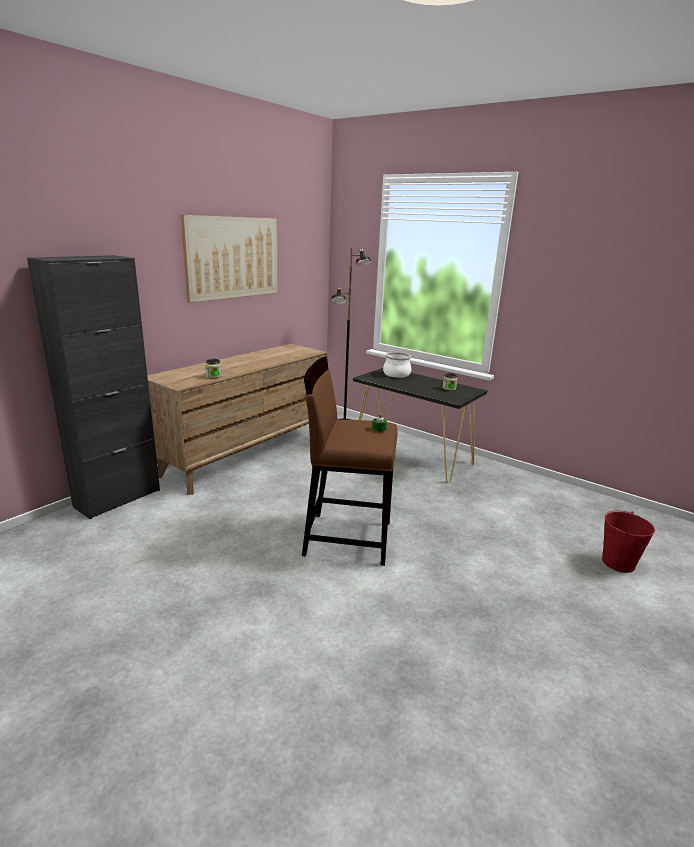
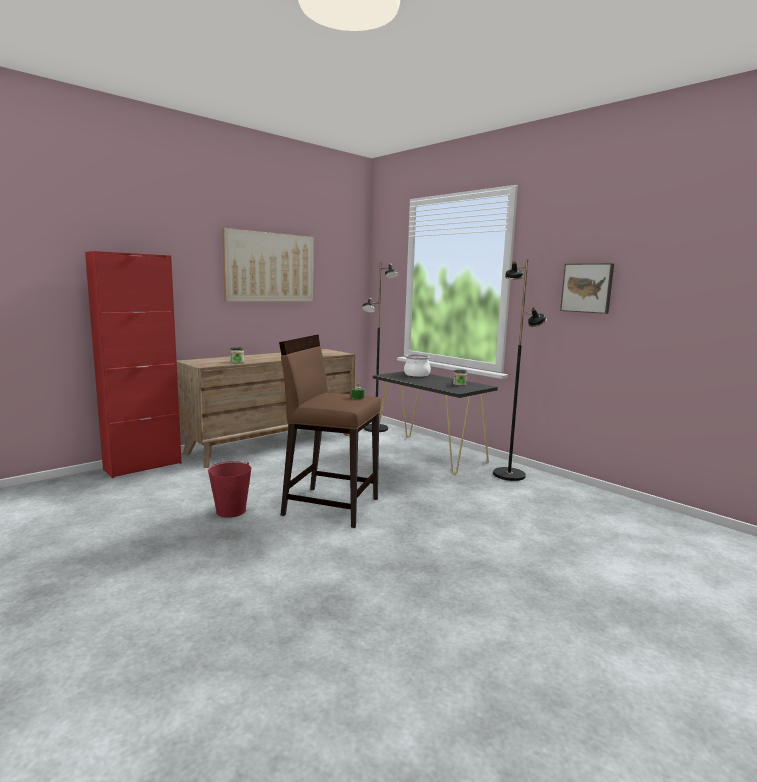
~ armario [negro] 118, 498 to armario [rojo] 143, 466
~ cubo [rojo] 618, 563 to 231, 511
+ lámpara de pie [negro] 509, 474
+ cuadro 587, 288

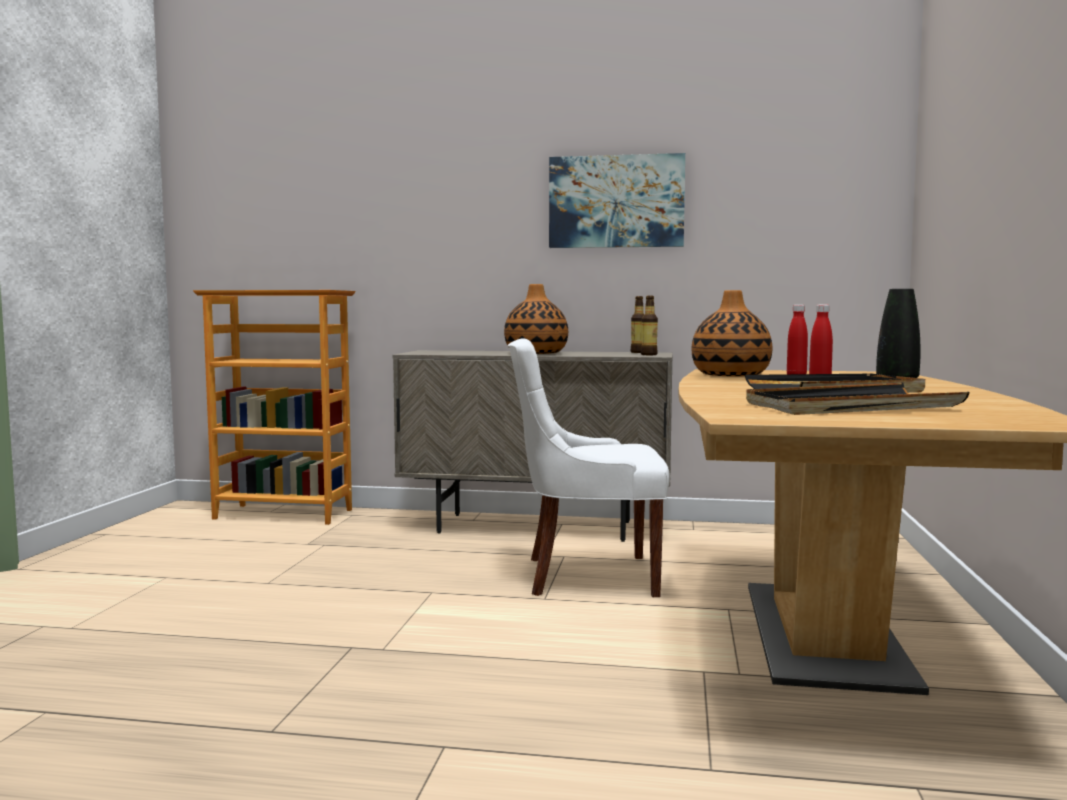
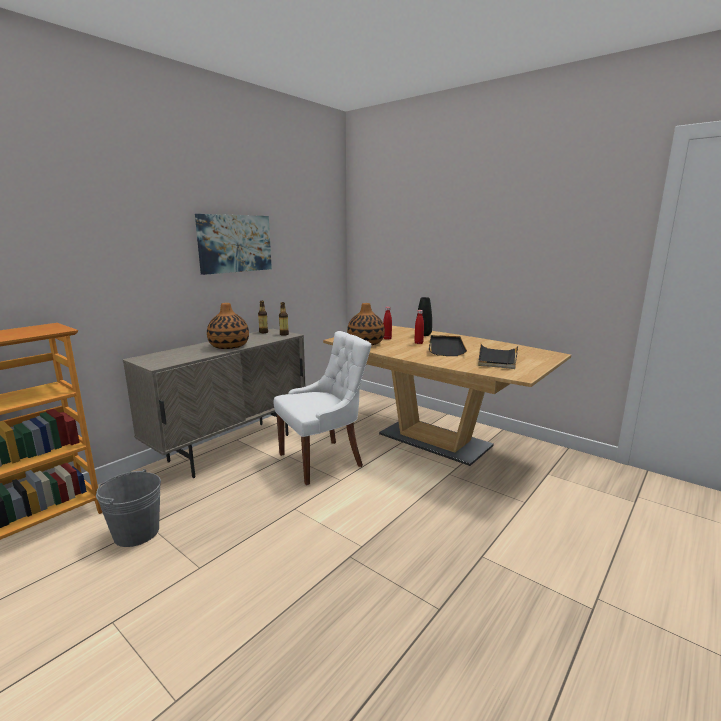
~ silla [blanco] 586, 576 = 323, 460 150 degrees counterclockwise
+ cubo [gris] 136, 533

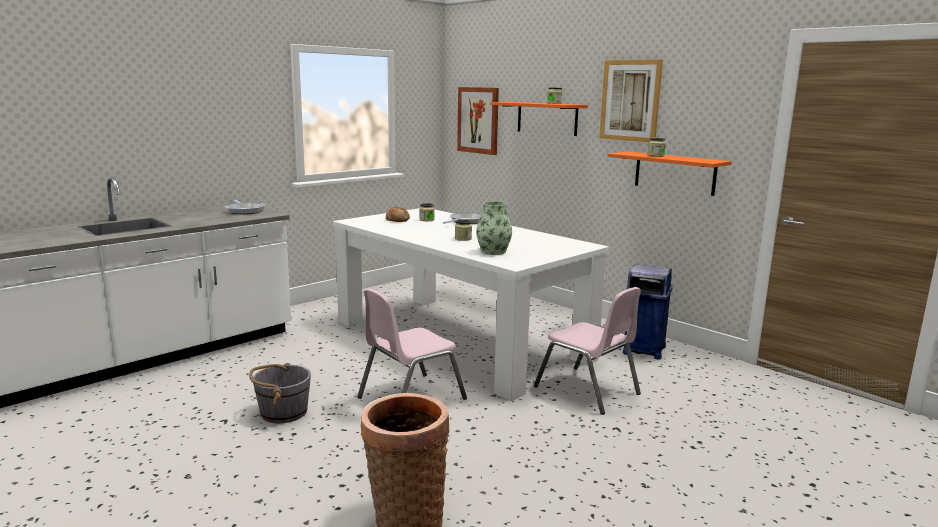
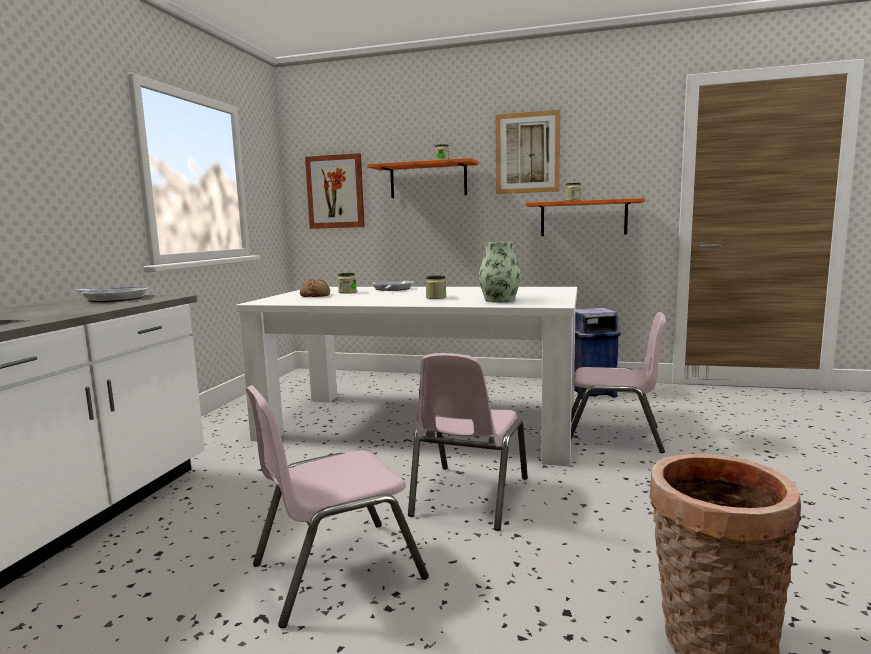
~ cubo [gris] 283, 412 to silla [rosa] 336, 570

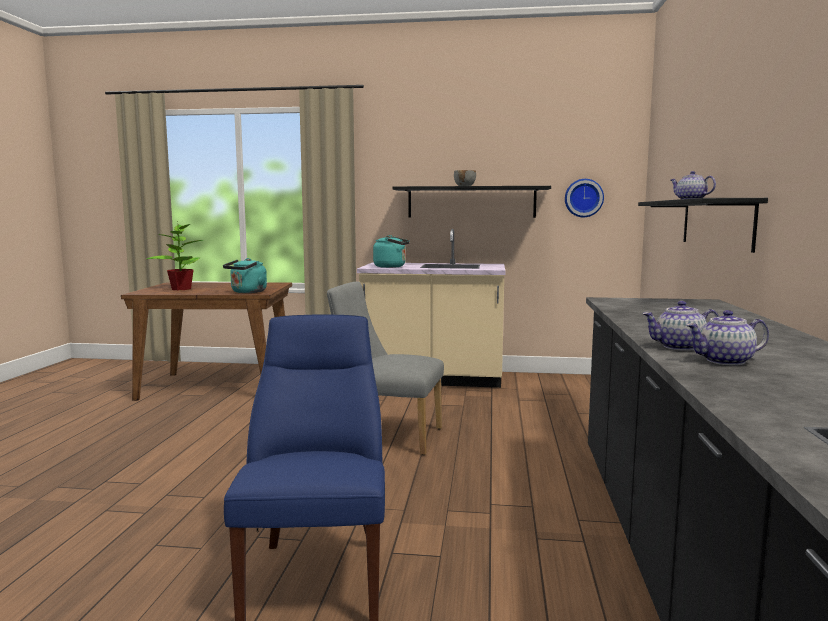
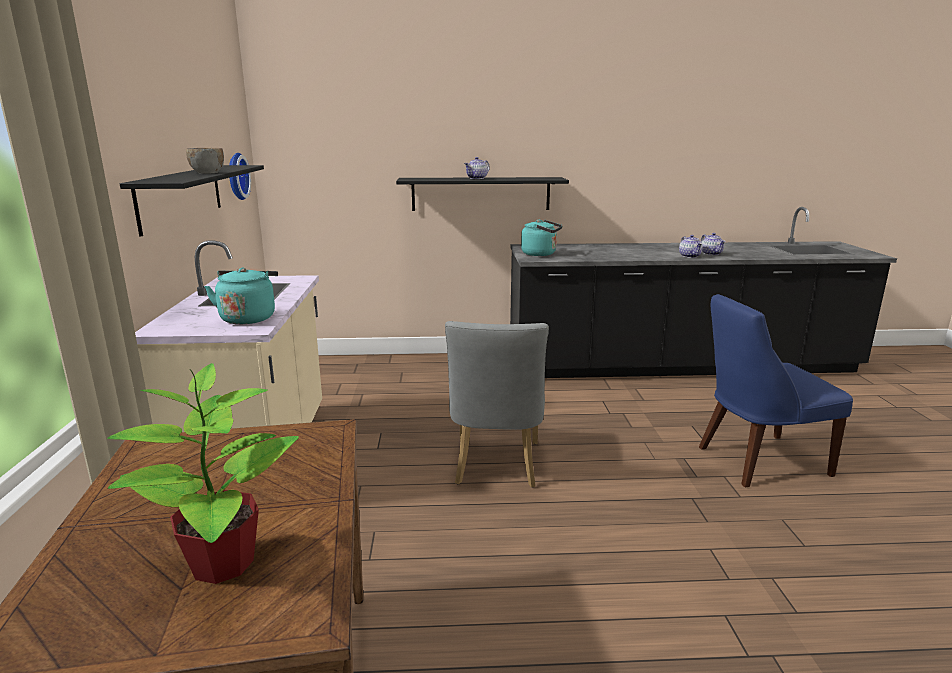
~ hervidor [turquesa] 247, 292 to 541, 254

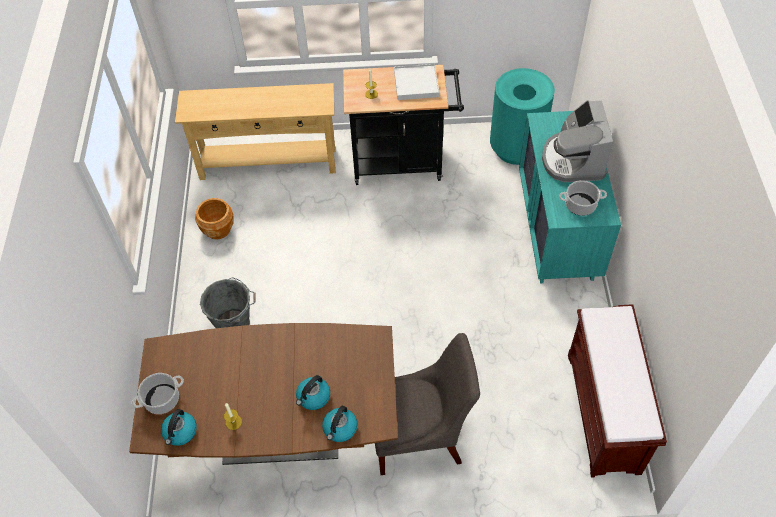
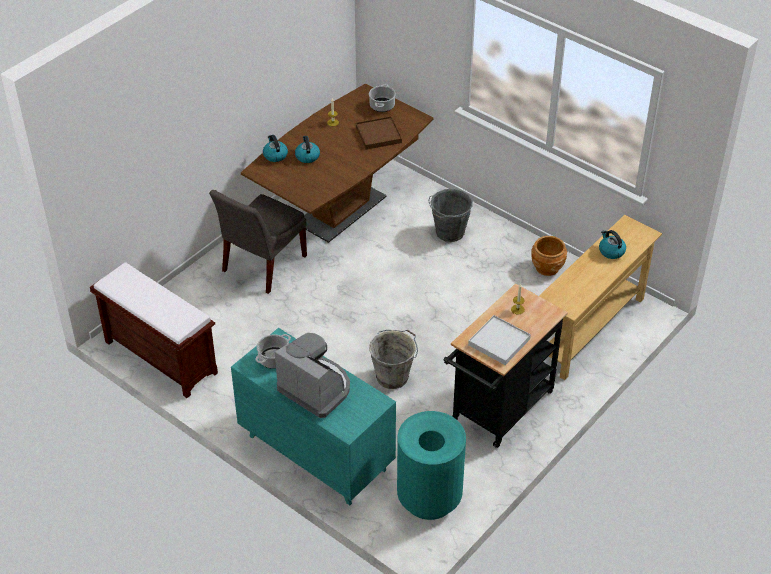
~ hervidor 180, 432 to 611, 251
+ bandeja [marrón] 378, 135
+ cubo [gris] 393, 376

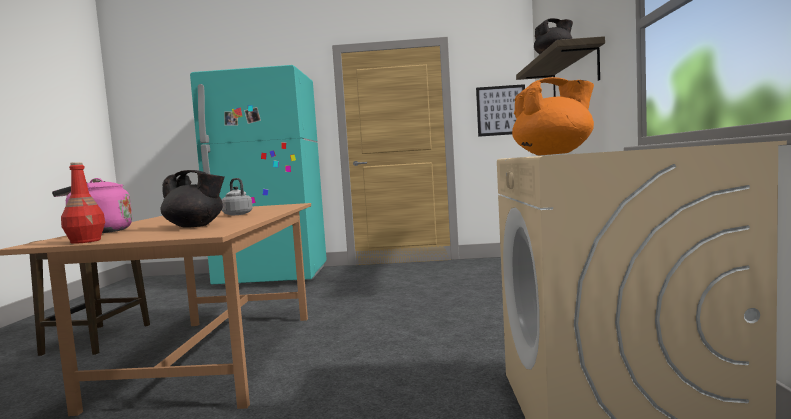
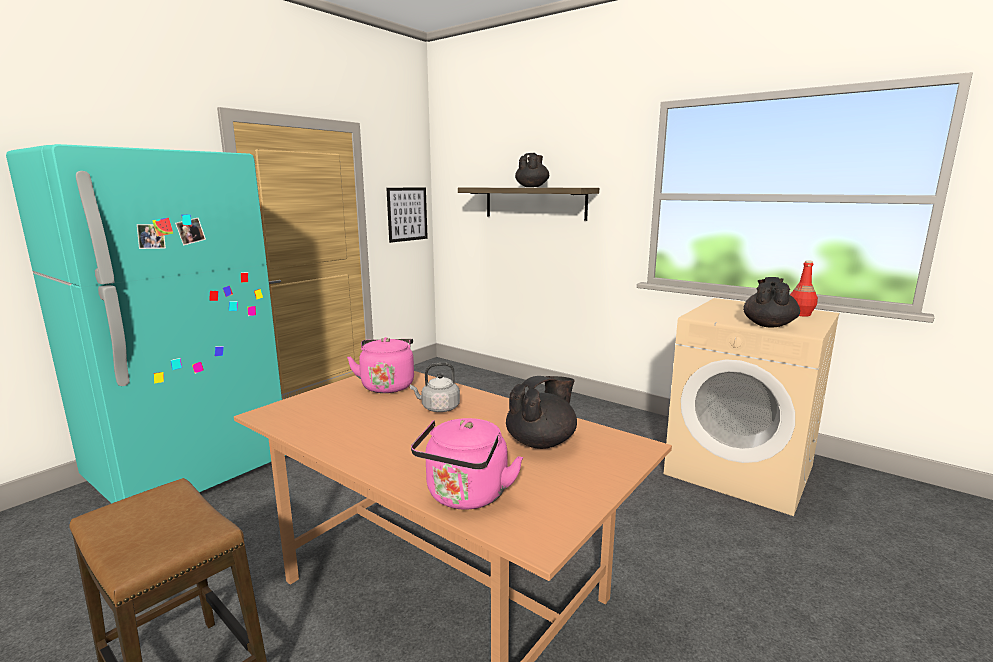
~ tetera [naranja] 554, 154 to tetera [negro] 768, 325
~ botella [rojo] 86, 241 to 800, 314
+ hervidor [rosa] 387, 385

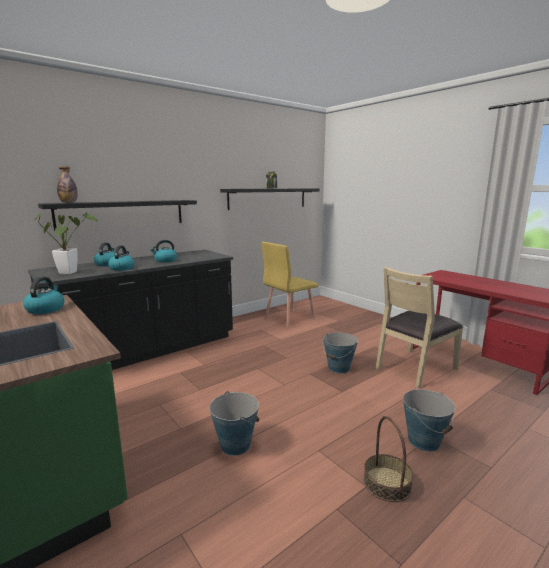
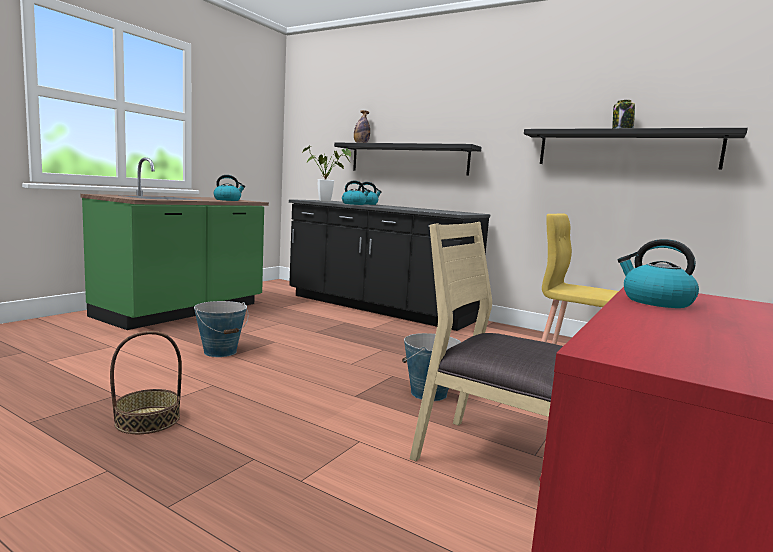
~ hervidor 165, 260 to 655, 301
- cubo 424, 441

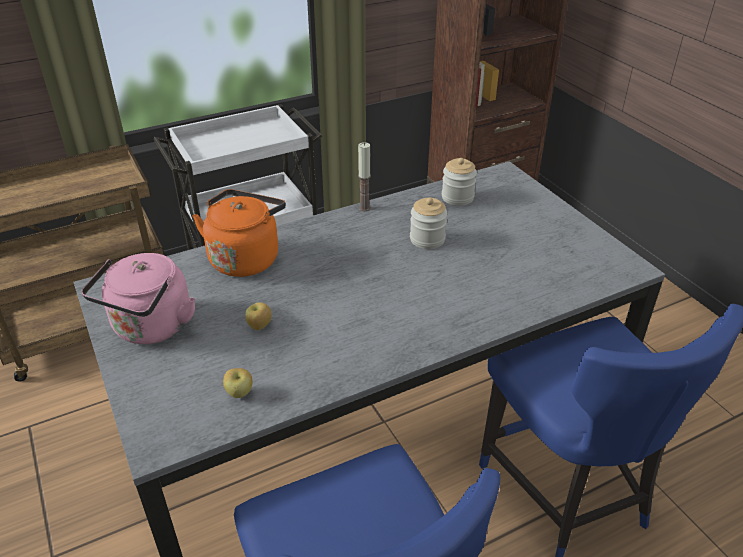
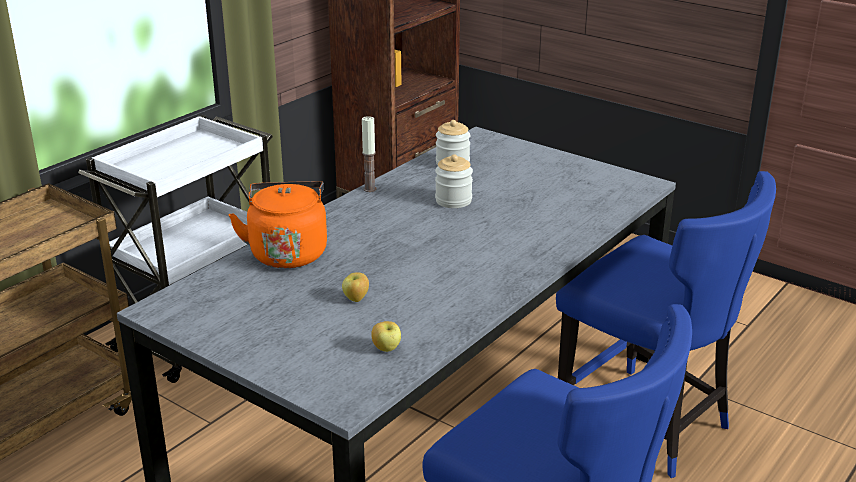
- hervidor [rosa] 151, 328

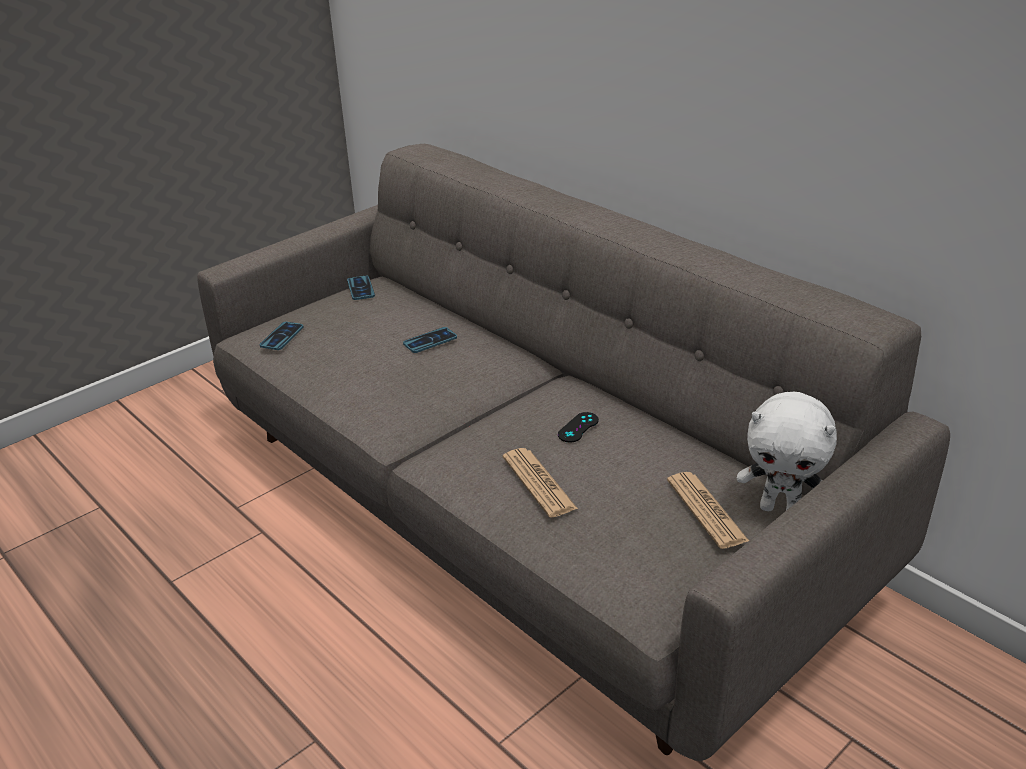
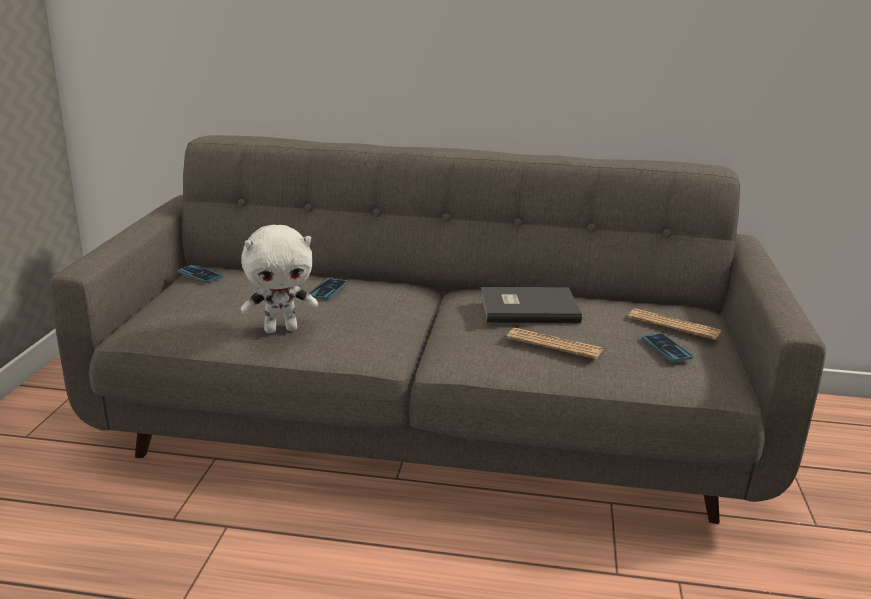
~ móvil 282, 337 to 666, 348
~ peluche [blanco] 780, 509 to 281, 329
~ mando de consola [negro] 578, 427 to libro [gris] 526, 308

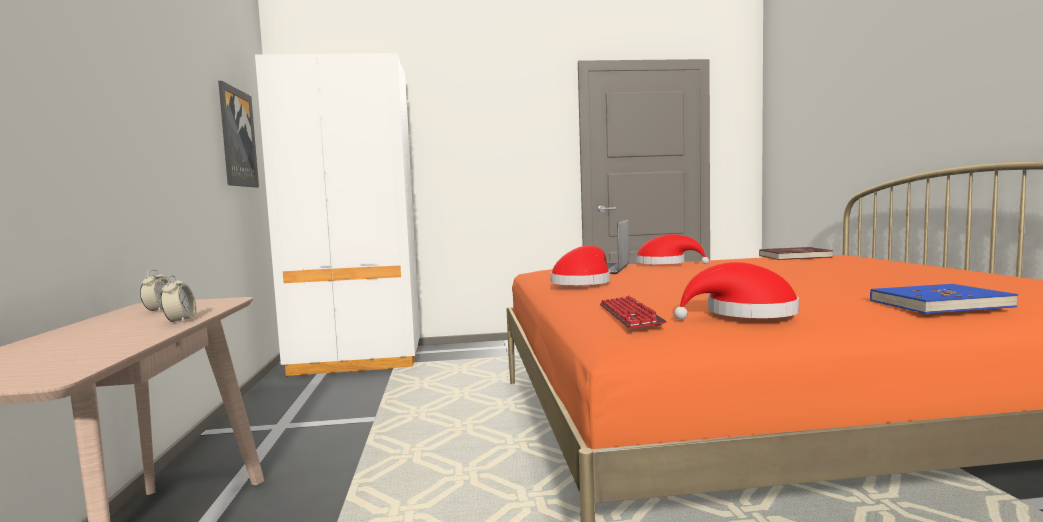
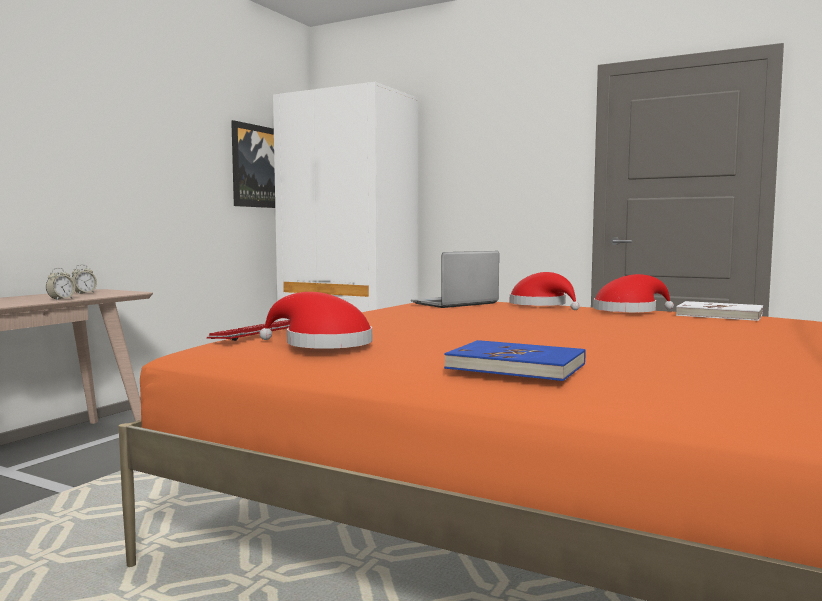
~ sombrero [rojo] 583, 282 to 629, 311
~ libro [rojo] 794, 257 to libro [blanco] 719, 315

